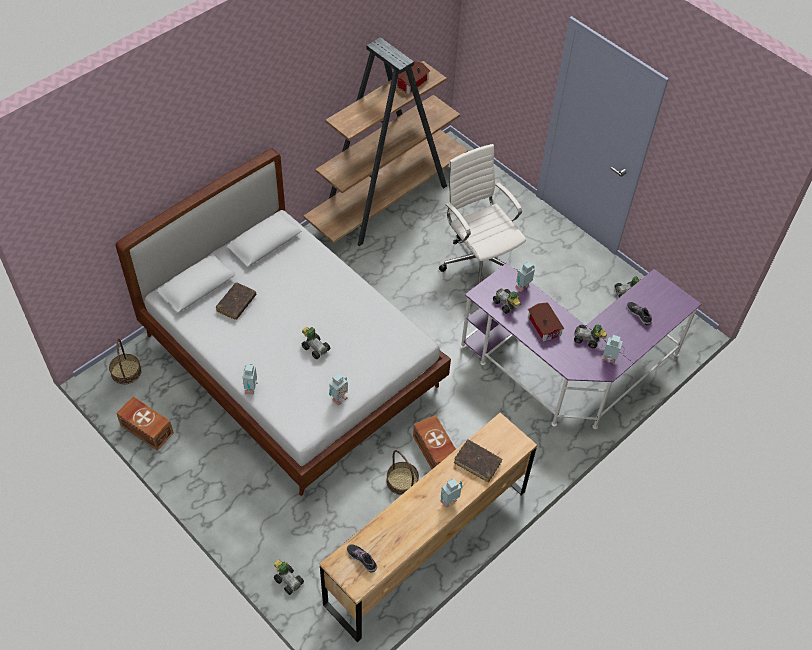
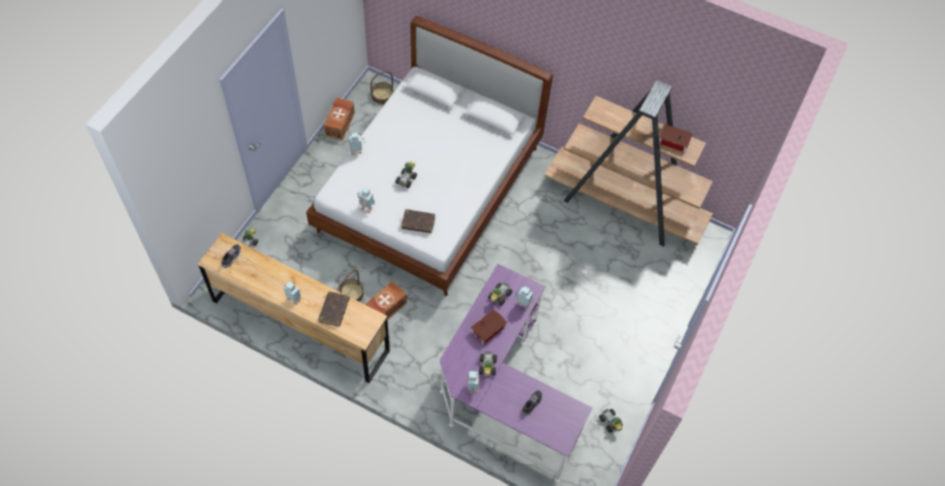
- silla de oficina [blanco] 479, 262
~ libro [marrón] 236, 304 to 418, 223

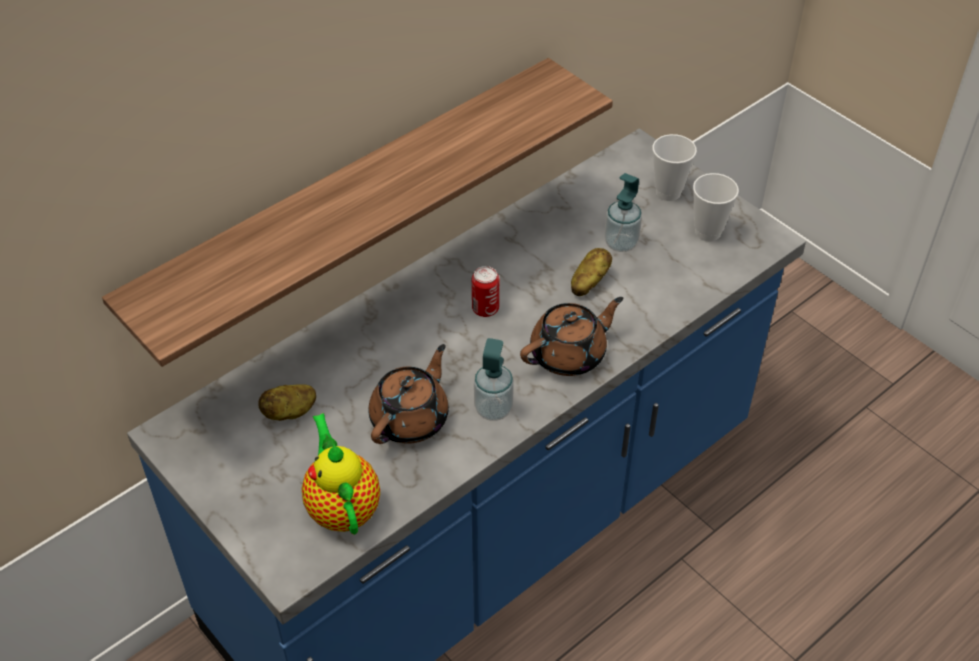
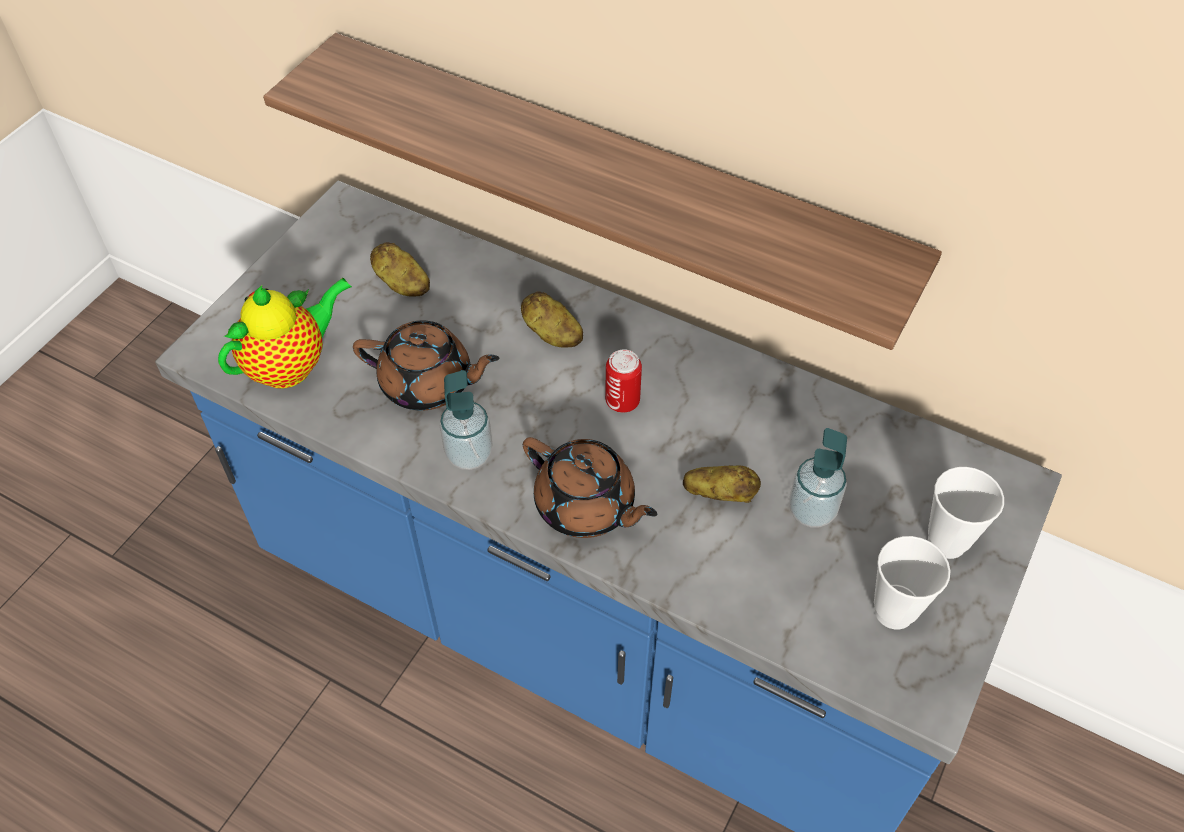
+ patata 551, 334

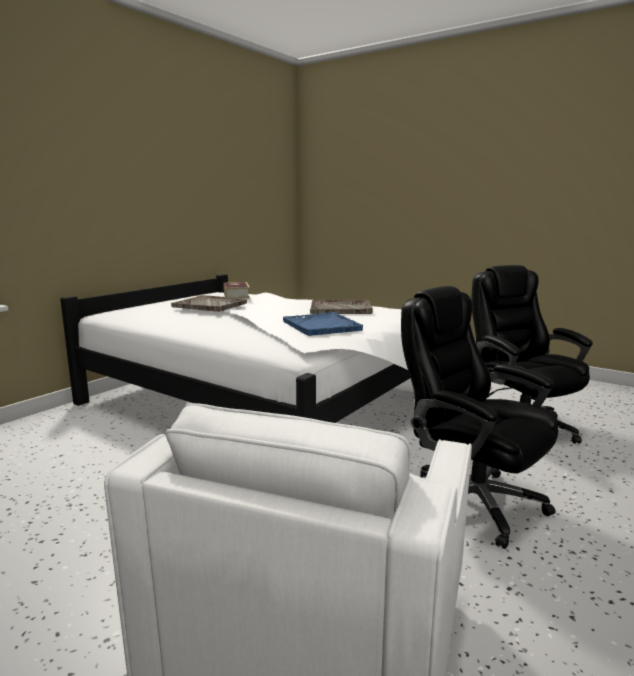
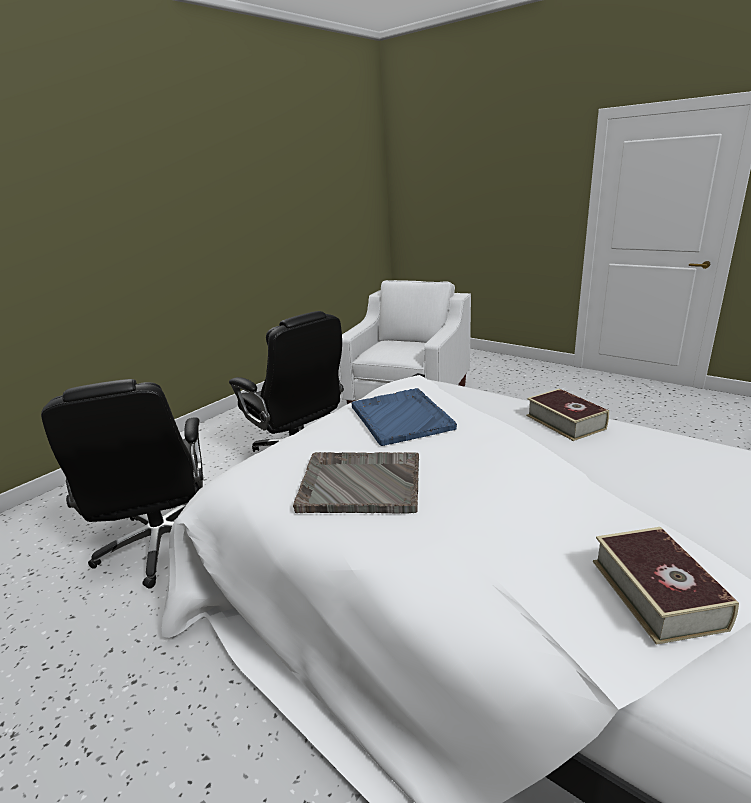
- bandeja [gris] 210, 305
+ libro 565, 422

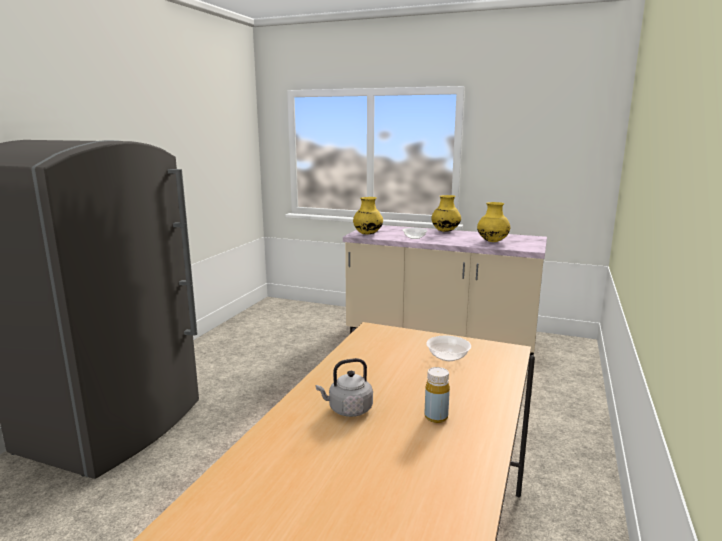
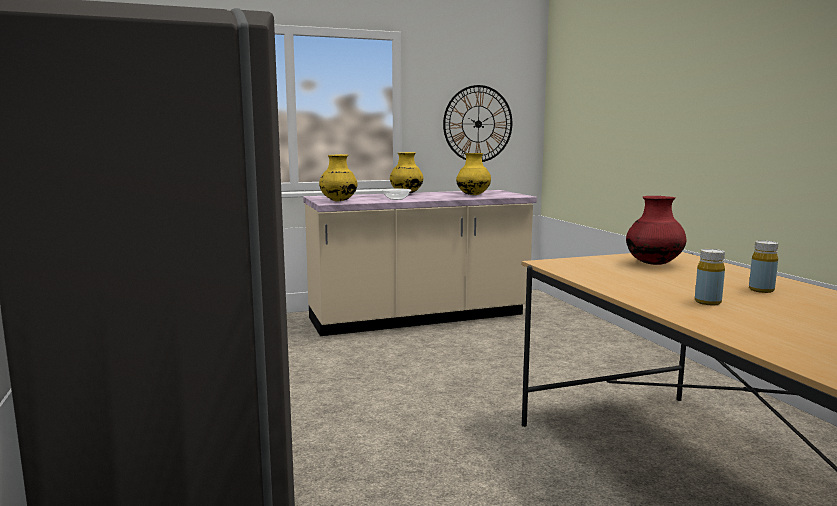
~ cuenco 448, 357 to florero [rojo] 653, 264
~ hervidor [gris] 348, 410 to botella [amarillo] 707, 302
+ reloj de pared 478, 124

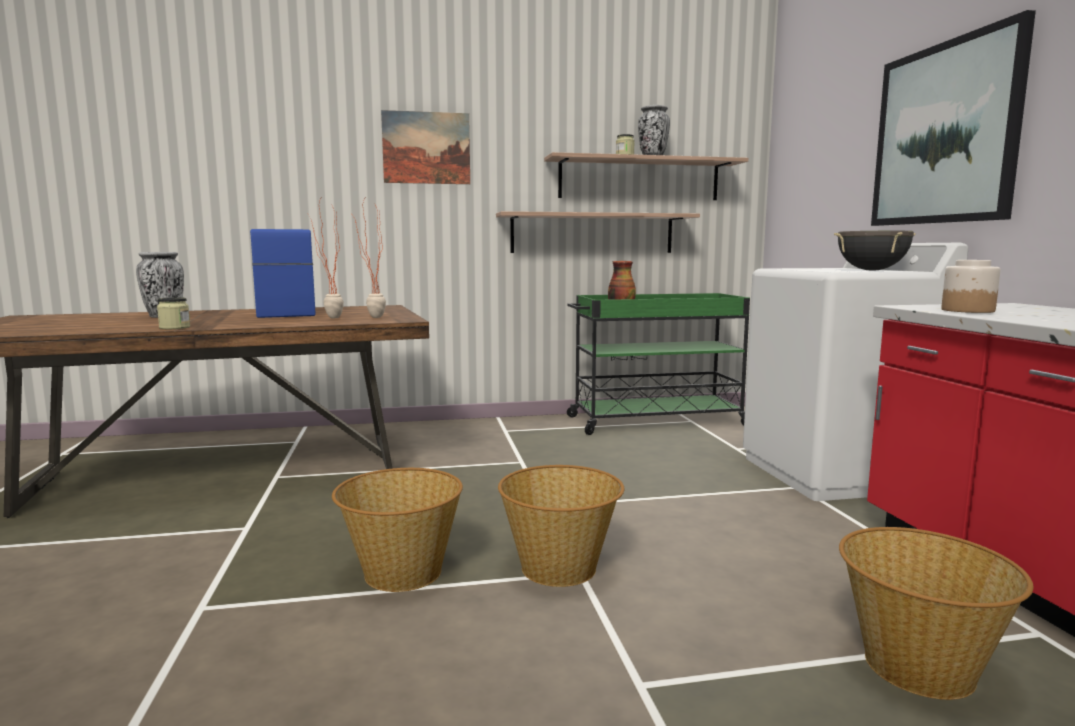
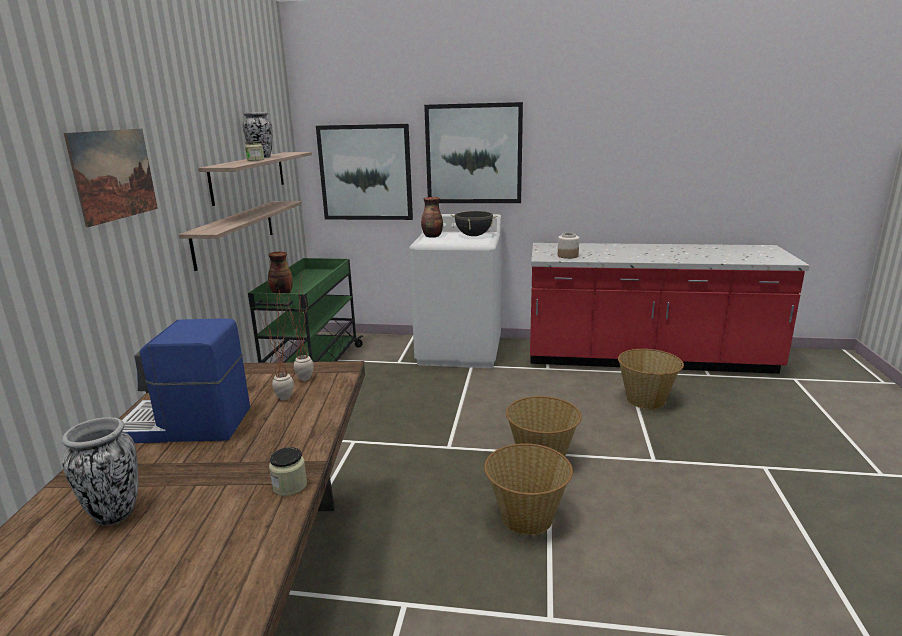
+ cuadro 365, 173
+ florero 432, 236

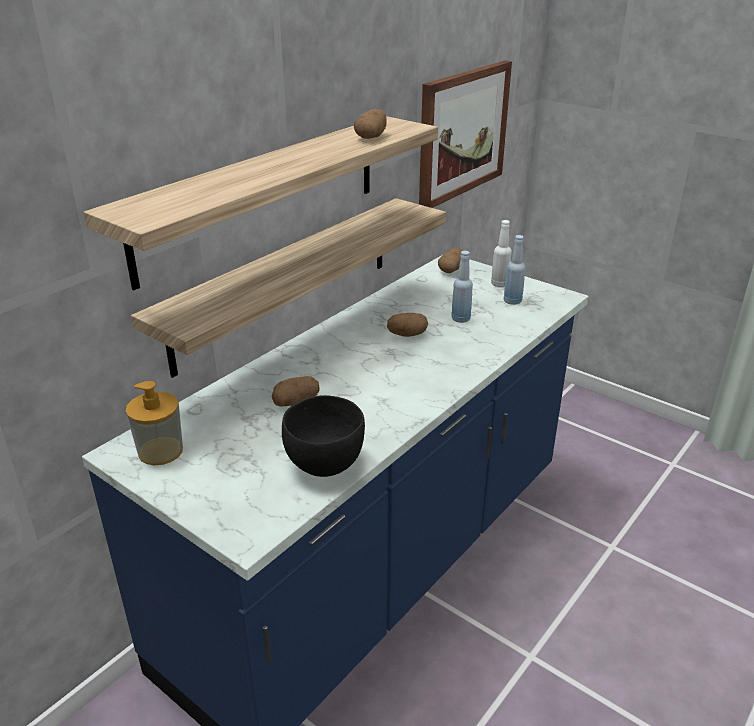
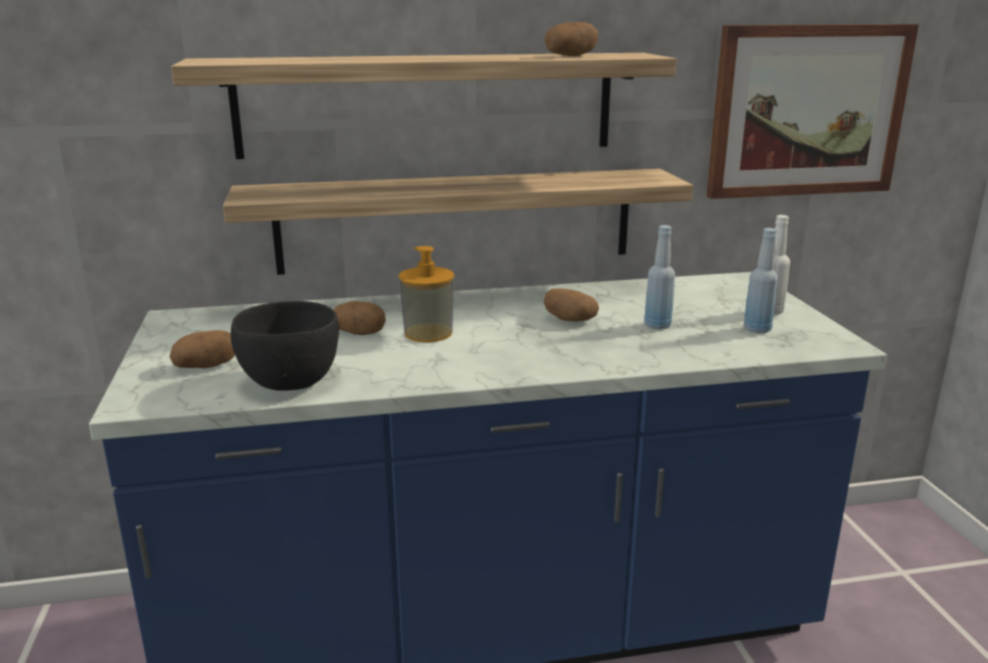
~ patata 451, 270 to 206, 366
~ dispensador de jabón 160, 451 to 428, 333

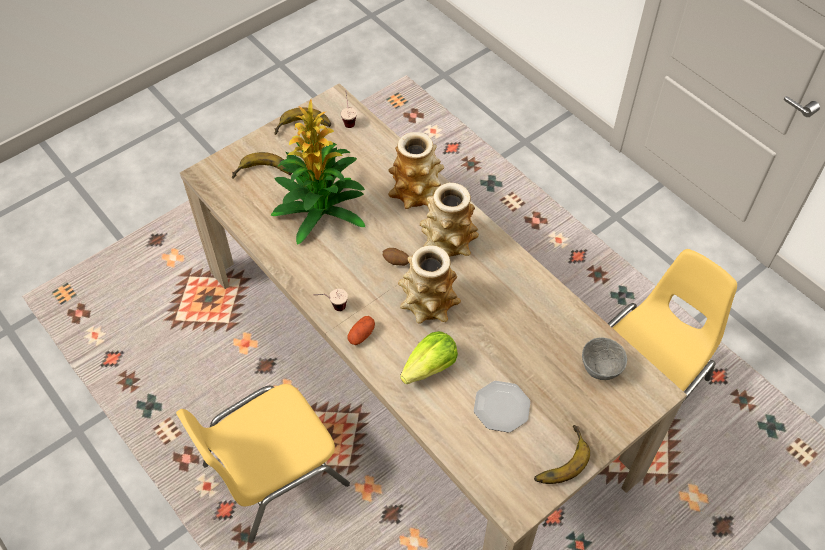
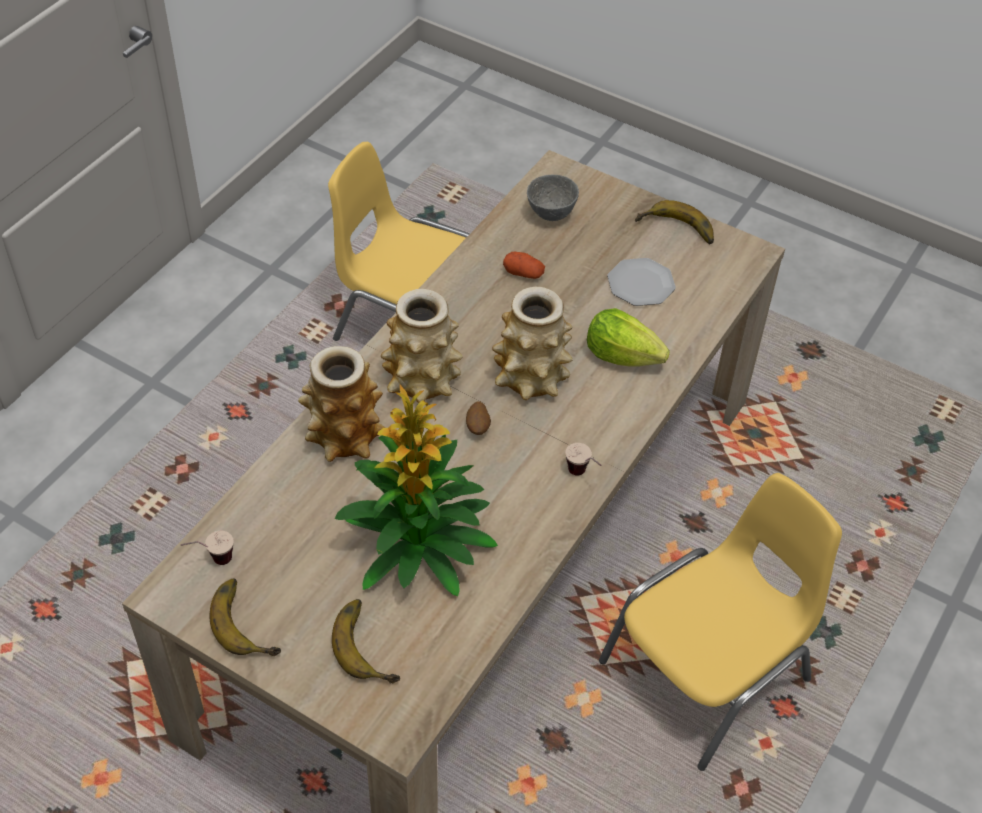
~ patata 361, 335 to 523, 273
~ silla [amarillo] 272, 474 = 709, 671 75 degrees counterclockwise

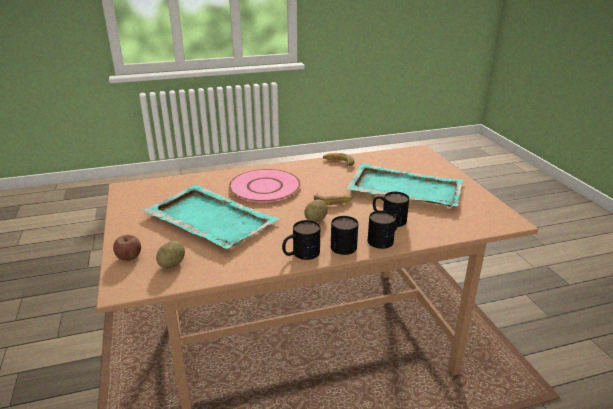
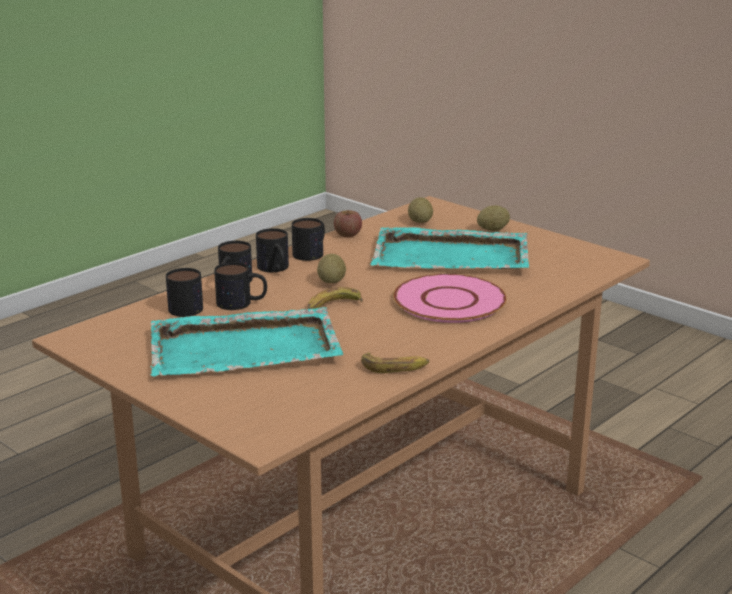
~ manzana 129, 257 to 348, 234
+ patata 492, 230
+ taza grande 187, 305

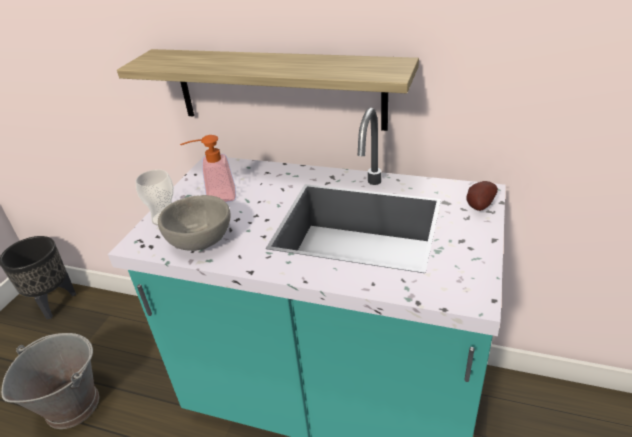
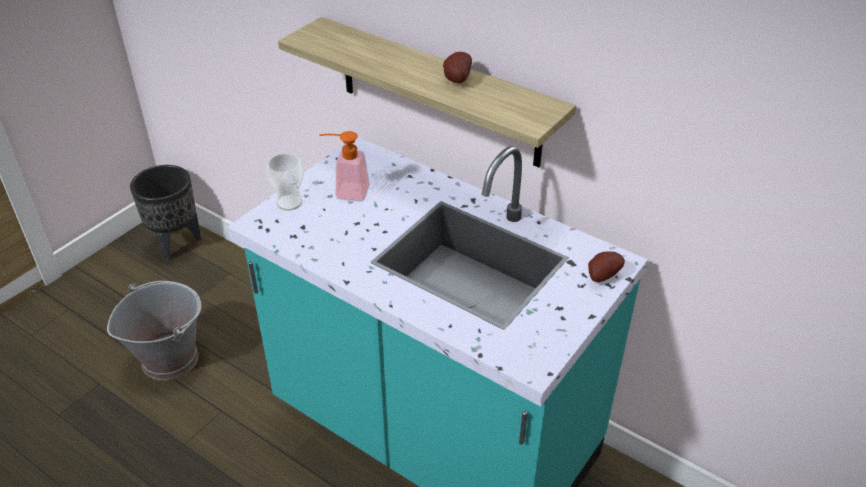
- cuenco [gris] 198, 241
+ patata 456, 80

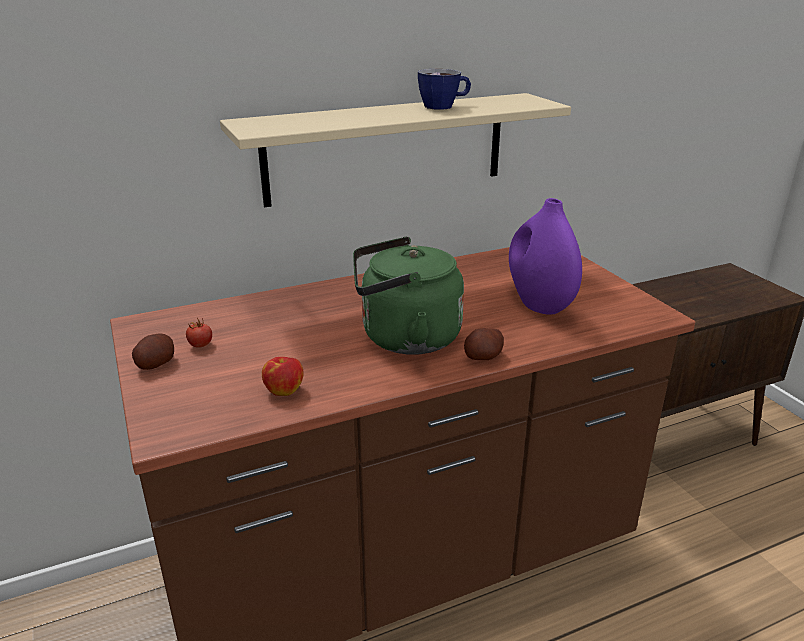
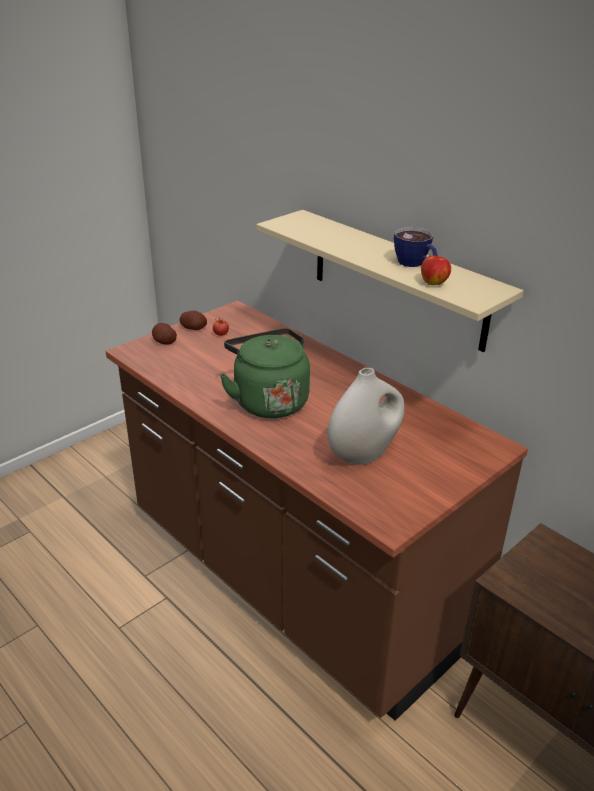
~ florero [morado] 538, 304 to florero [blanco] 364, 453
~ patata 483, 357 to 164, 342
~ manzana 284, 391 to 434, 283

